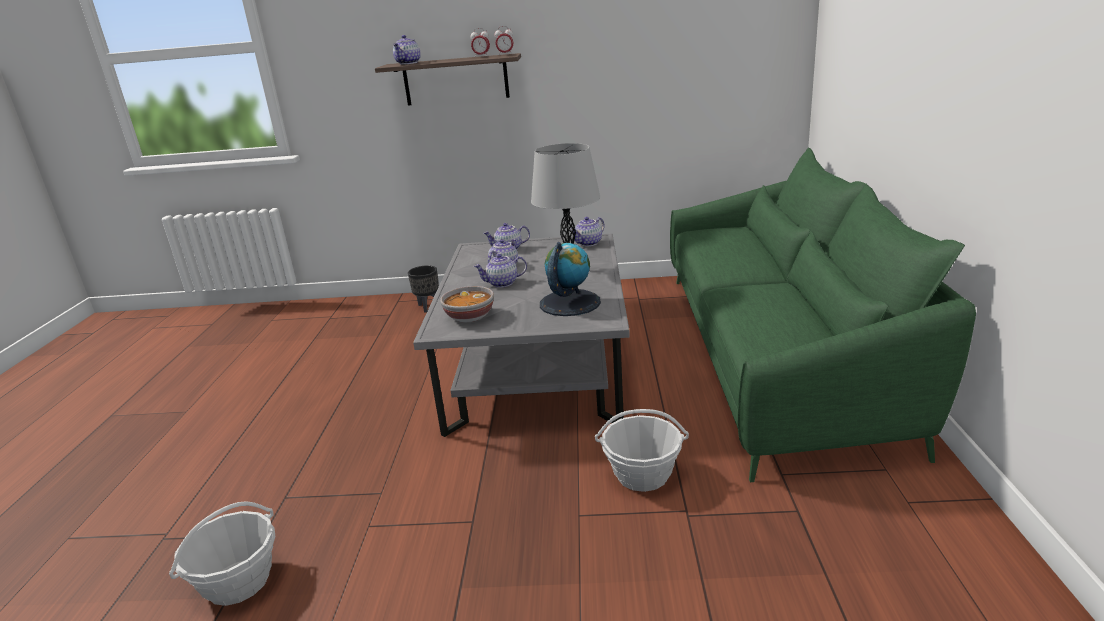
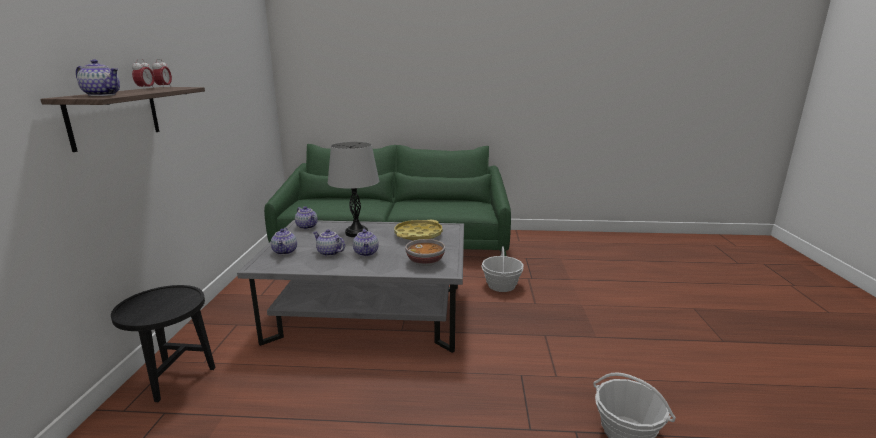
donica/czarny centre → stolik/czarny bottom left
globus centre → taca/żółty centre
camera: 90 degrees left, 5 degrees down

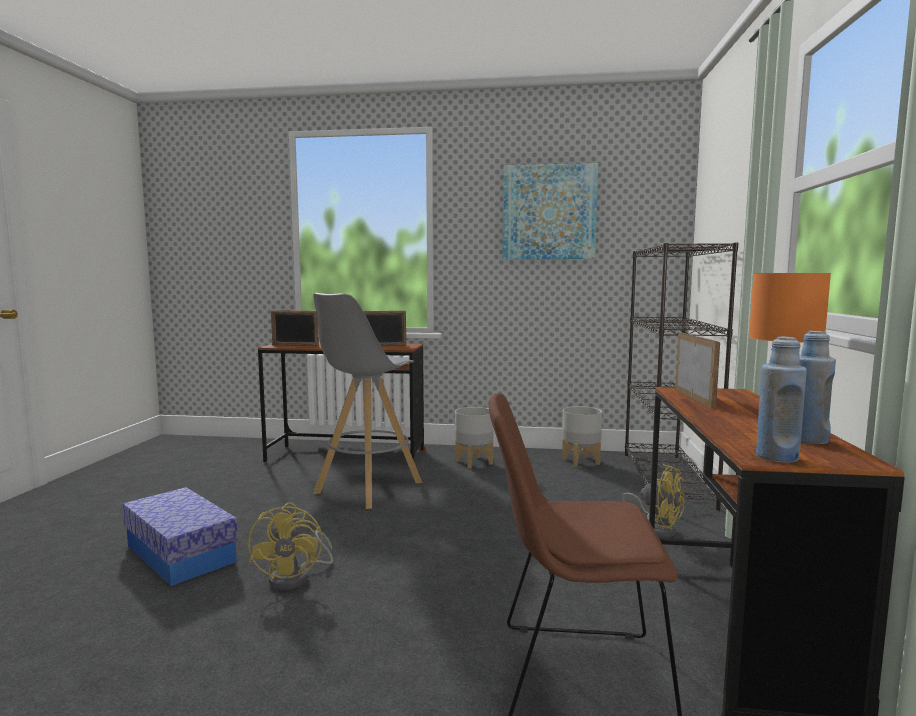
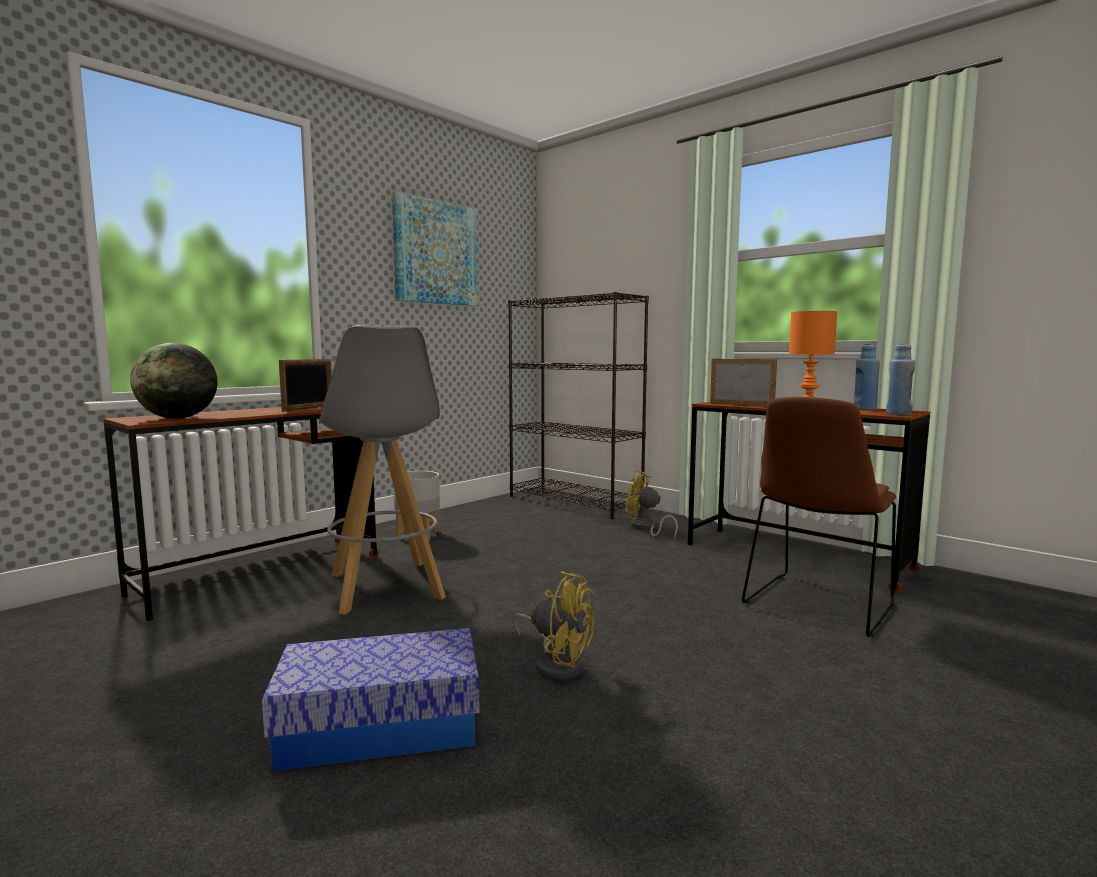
ramka na zdjęcie (1st from left) middle left → globus middle left
wentylator/żółty (2nd from left) bottom right → wentylator/żółty (2nd from left) centre, 135 degrees counterclockwise
donica/szary (2nd from left) centre → -
camera: 55 degrees left, 0 degrees up

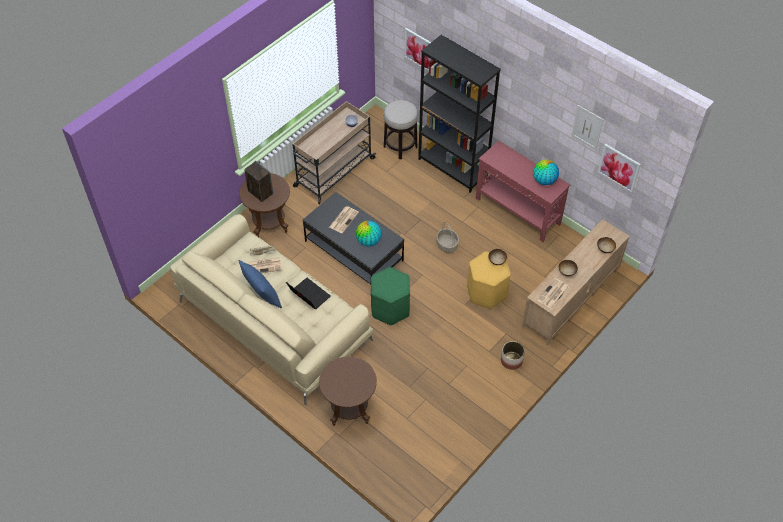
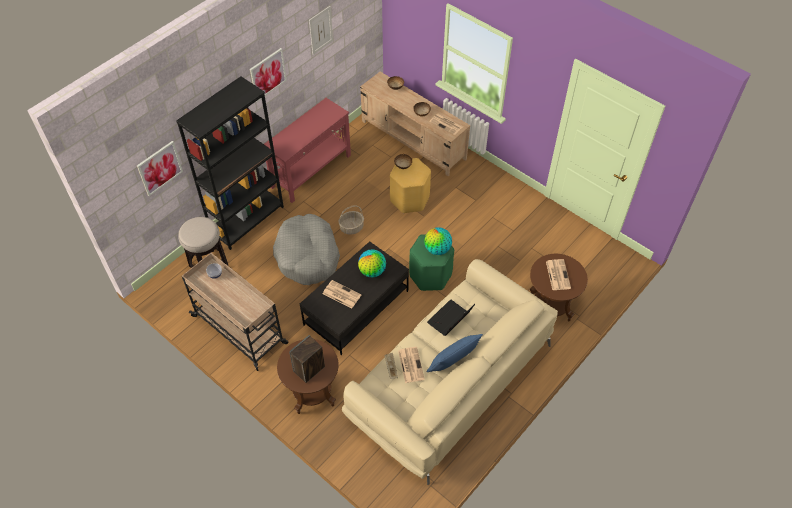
obraz (3rd from left in the first image) top right → obraz (2nd from left) top centre, move
- → legowisko/szary centre
globus (2nd from left) top right → globus (2nd from left) centre, move
- → gazeta (4th from left) middle right
donica bottom centre → -
camera: 90 degrees left, 0 degrees up

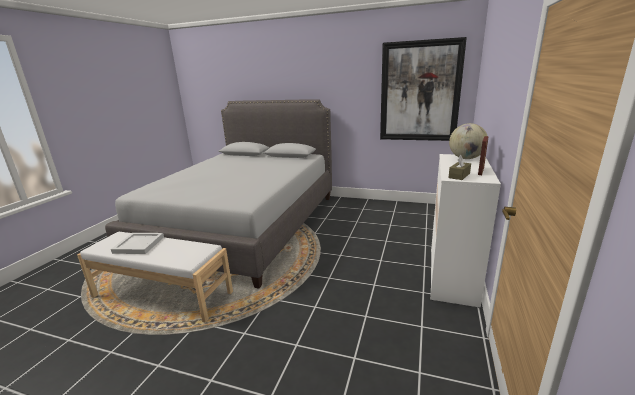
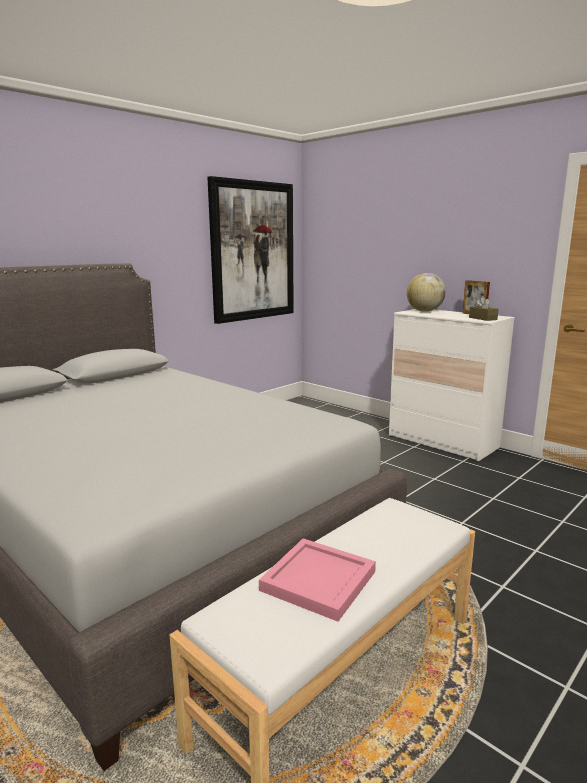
taca/biały middle left → taca/różowy bottom centre
camera: 65 degrees left, 5 degrees down

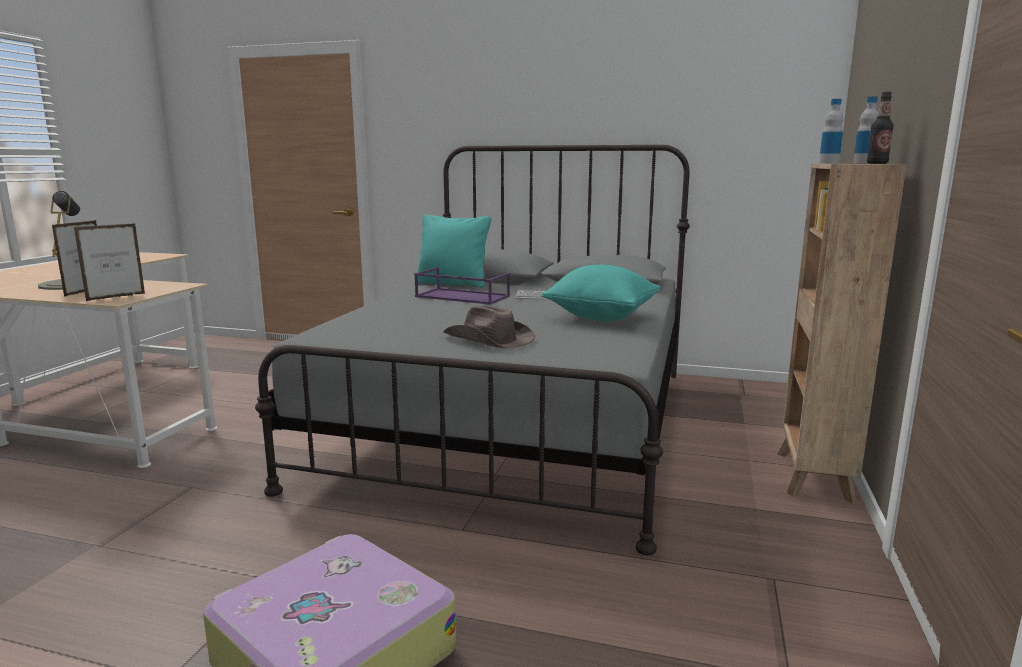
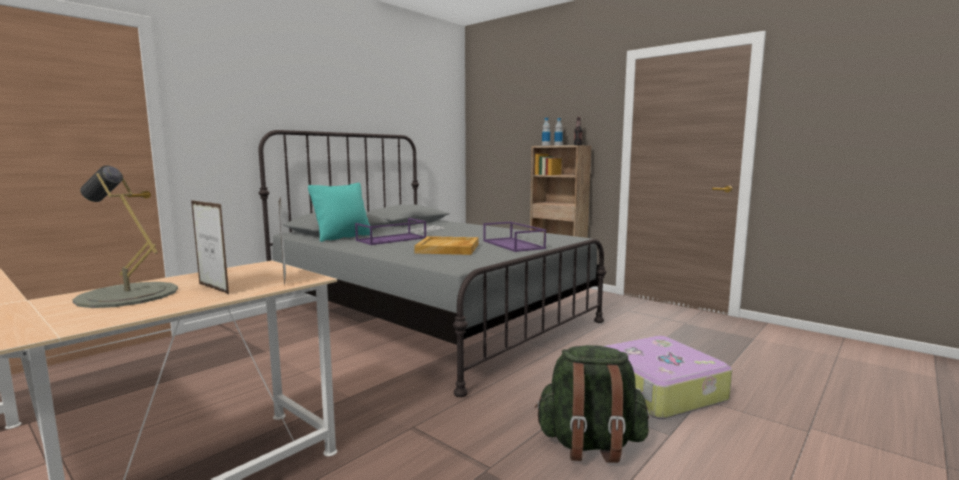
- → taca/beżowy centre
kapelusz/brązowy centre → taca/fioletowy (2nd from left) centre
- → plecak/zielony bottom centre
poduszka/turkusowy (2nd from left) centre → -
camera: 65 degrees left, 5 degrees down

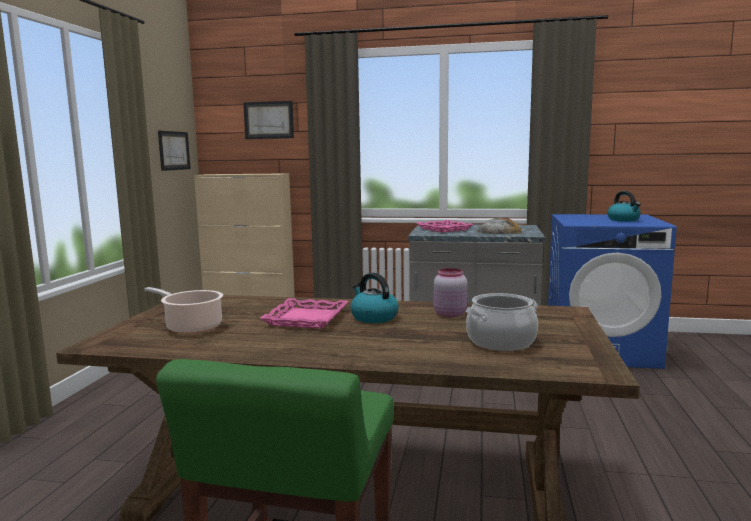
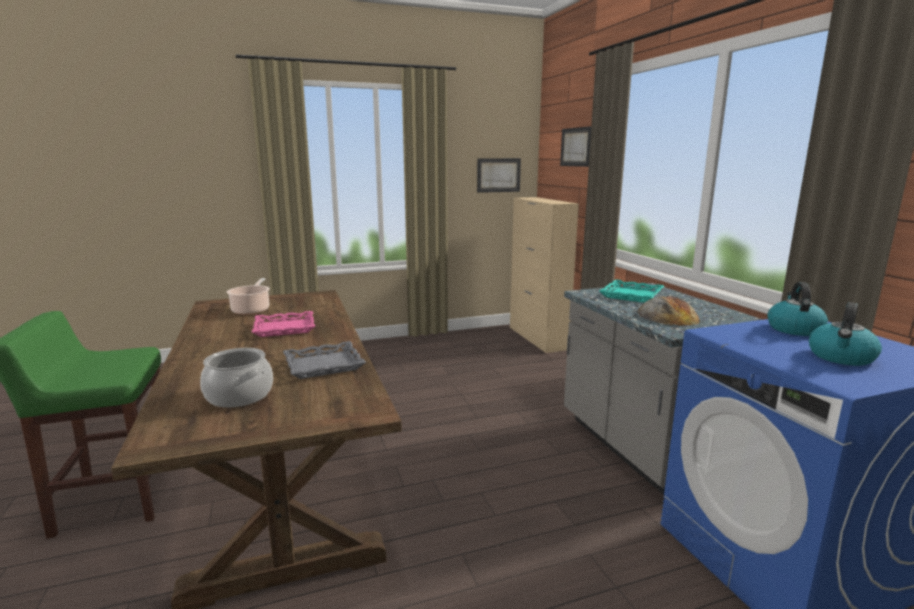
słoik/różowy centre → taca/szary centre
taca/różowy (2nd from left) centre → taca/turkusowy middle right
czajnik (1st from left) centre → czajnik (1st from left) middle right, move
camera: 60 degrees right, 5 degrees up

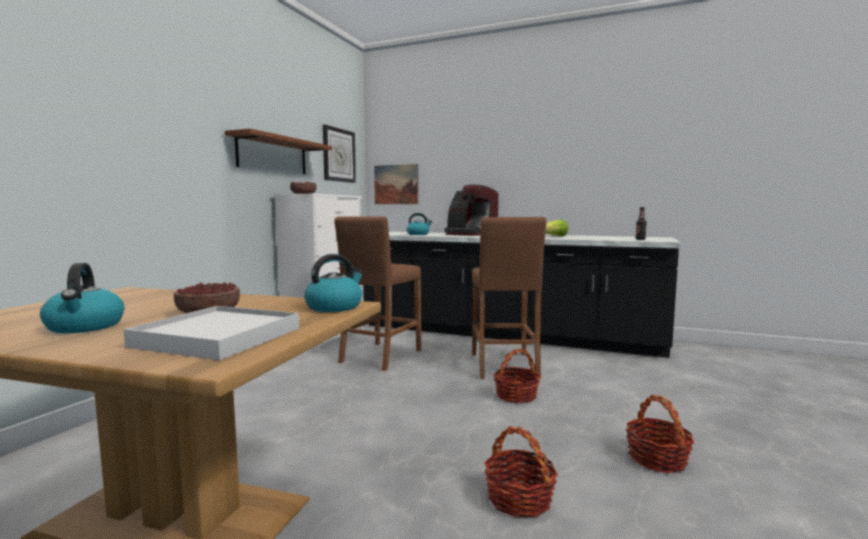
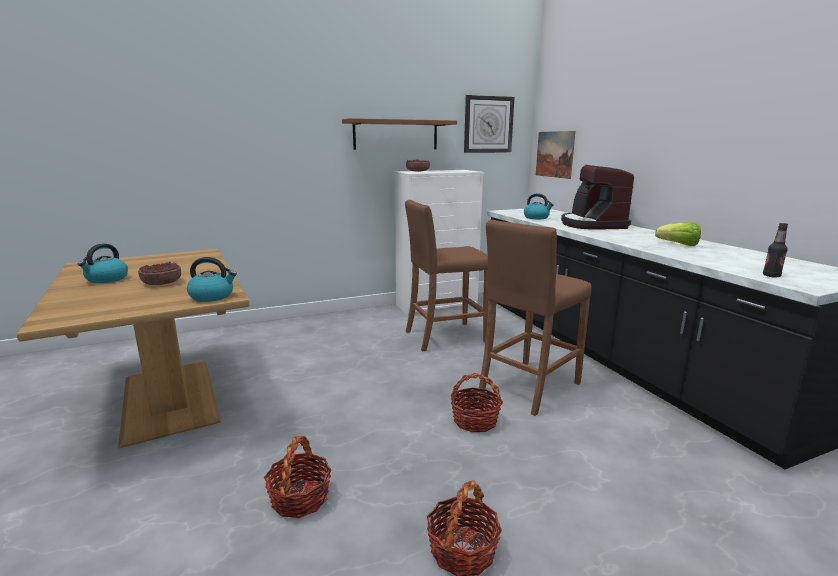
taca/biały middle left → -
camera: 45 degrees right, 10 degrees up

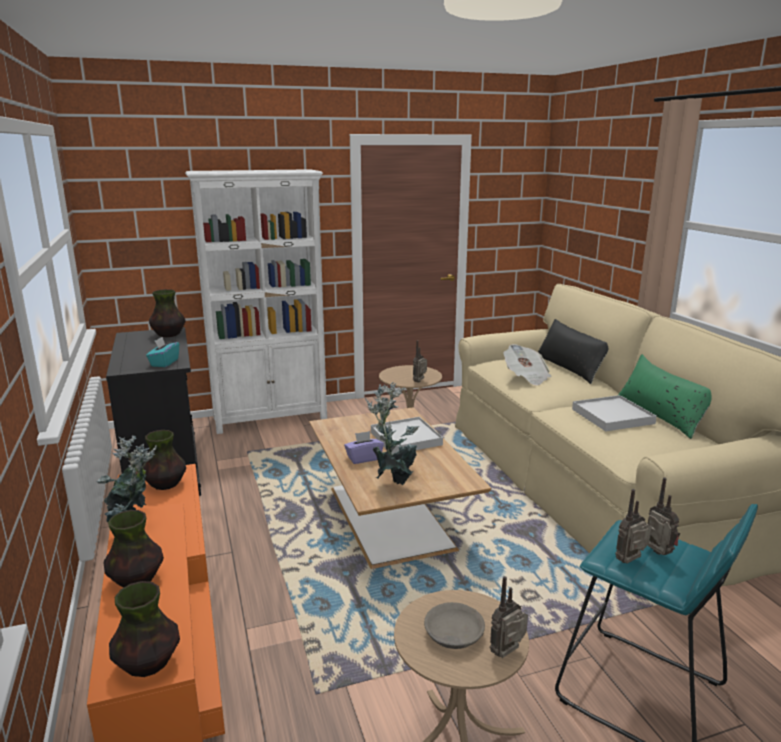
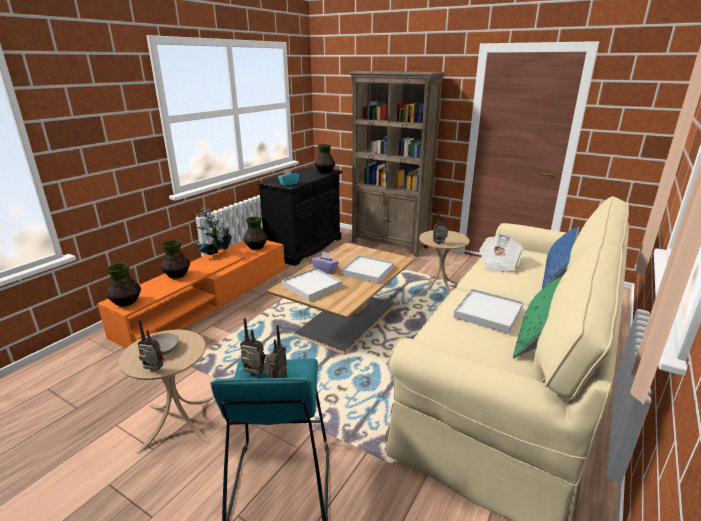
roślina doniczkowa (2nd from left) centre → taca/biały (1st from left) centre
regał/biały middle left → regał/brązowy top centre
poduszka/czarny middle right → poduszka/niebieski middle right
camera: 50 degrees right, 5 degrees up

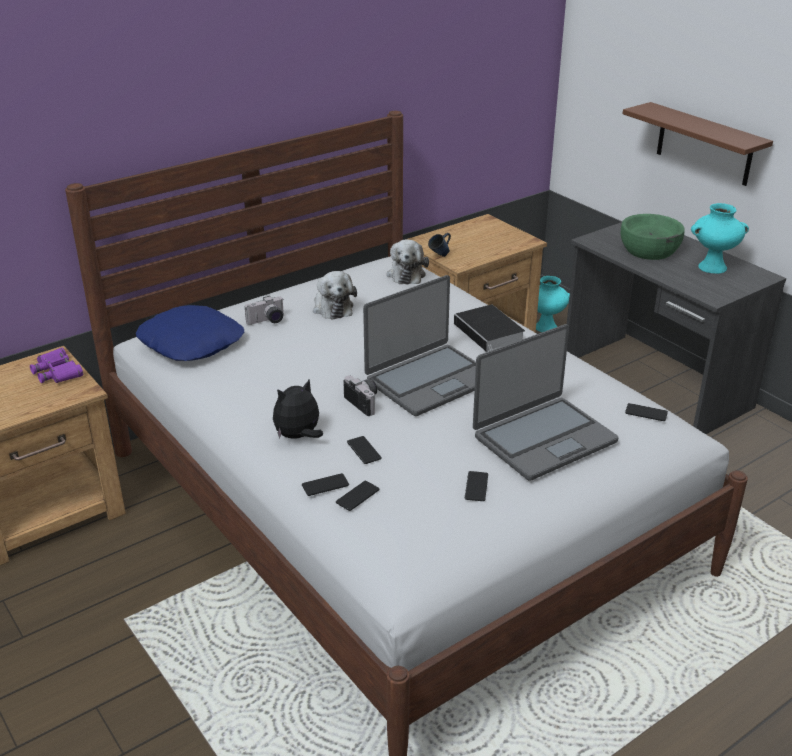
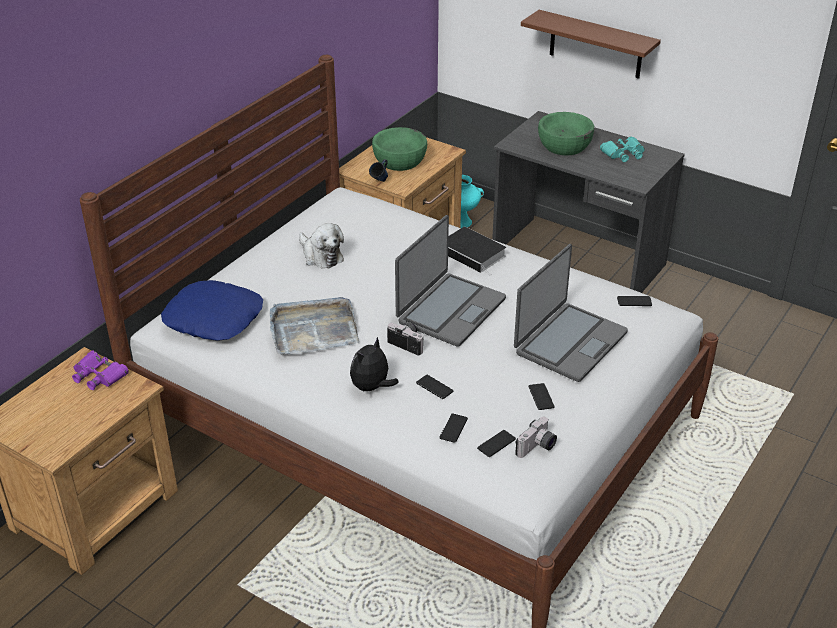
- → taca/szary centre
- → miska/zielony (1st from left) top centre
telefon (1st from left in the first image) centre → telefon (3rd from left) bottom centre, move
aparat fotograficzny (1st from left in the first image) centre → aparat fotograficzny (2nd from left) bottom centre, move
wazon/turkusowy (2nd from left) top right → lornetka/turkusowy top right
pluszak (3rd from left) centre → -
camera: 20 degrees left, 5 degrees up

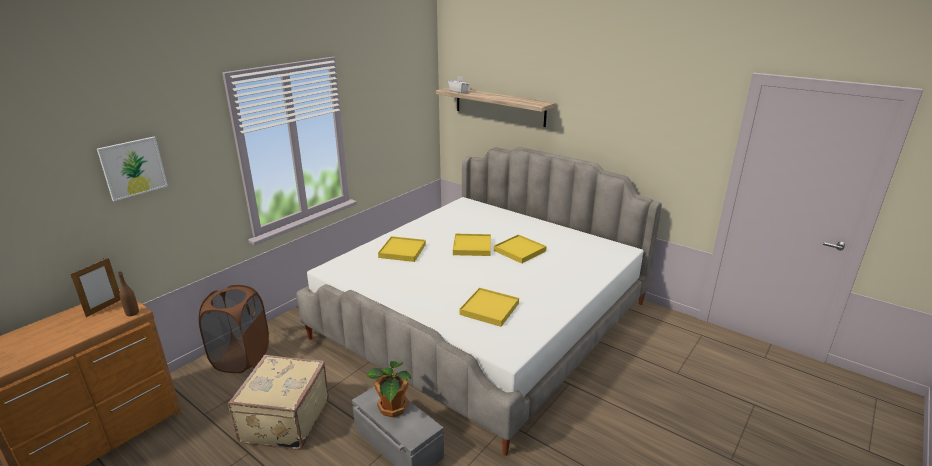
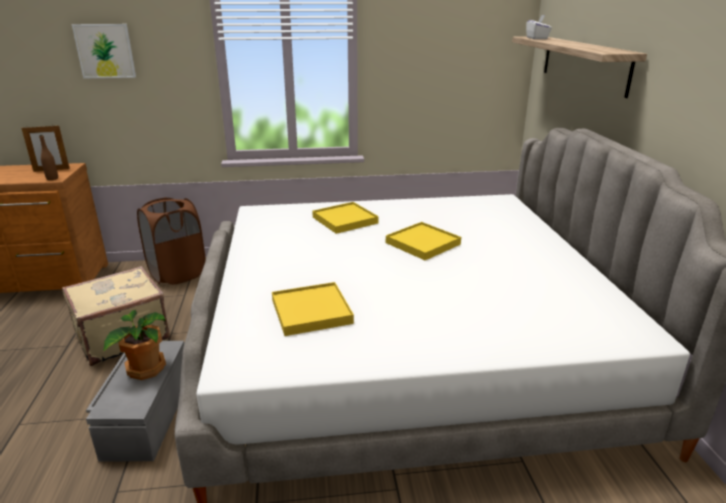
taca/żółty (4th from left) centre → -
camera: 45 degrees right, 0 degrees up

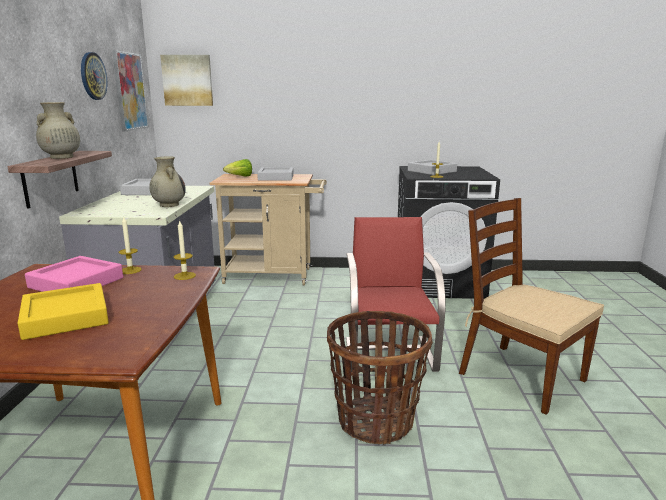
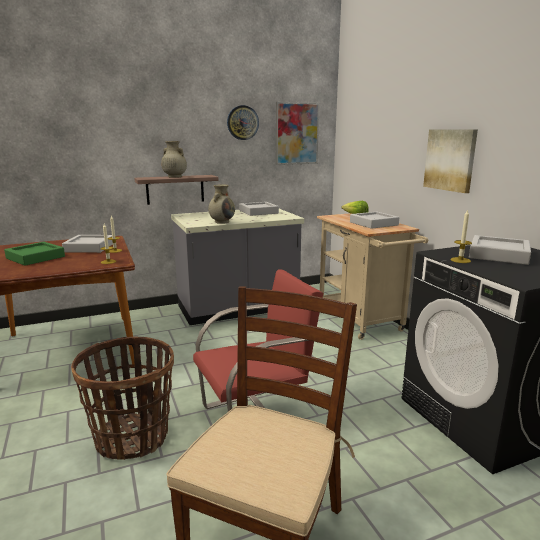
taca/żółty middle left → taca/zielony middle left
taca/różowy middle left → taca/szary (1st from left) middle left
obraz (2nd from left) top left → obraz (2nd from left) top right, move
camera: 65 degrees right, 0 degrees up

